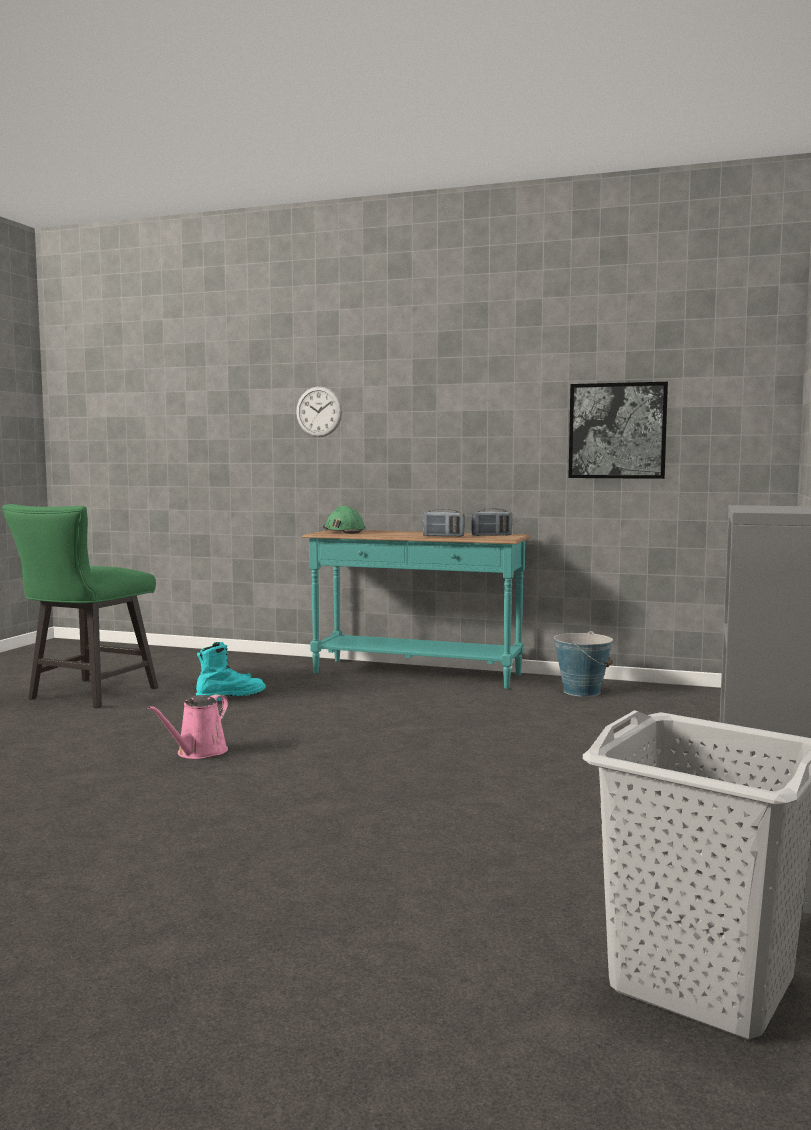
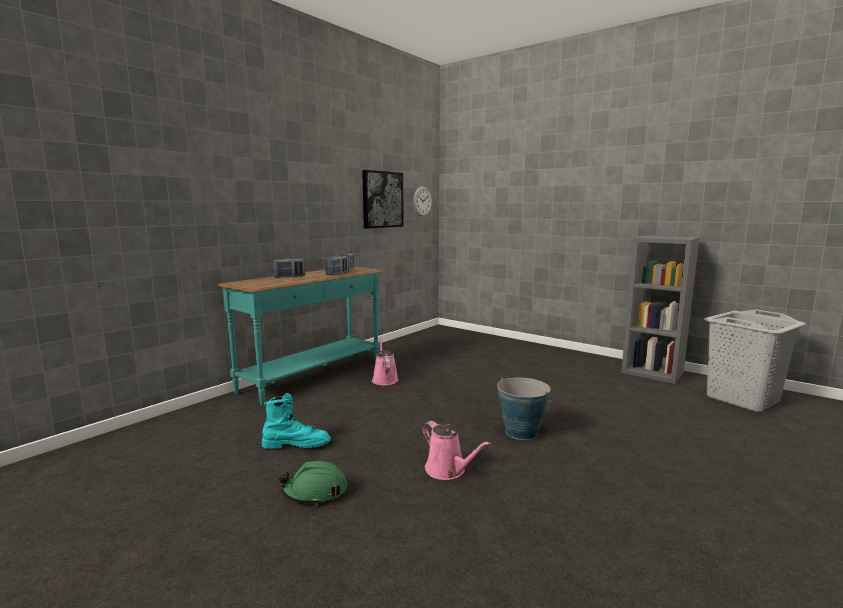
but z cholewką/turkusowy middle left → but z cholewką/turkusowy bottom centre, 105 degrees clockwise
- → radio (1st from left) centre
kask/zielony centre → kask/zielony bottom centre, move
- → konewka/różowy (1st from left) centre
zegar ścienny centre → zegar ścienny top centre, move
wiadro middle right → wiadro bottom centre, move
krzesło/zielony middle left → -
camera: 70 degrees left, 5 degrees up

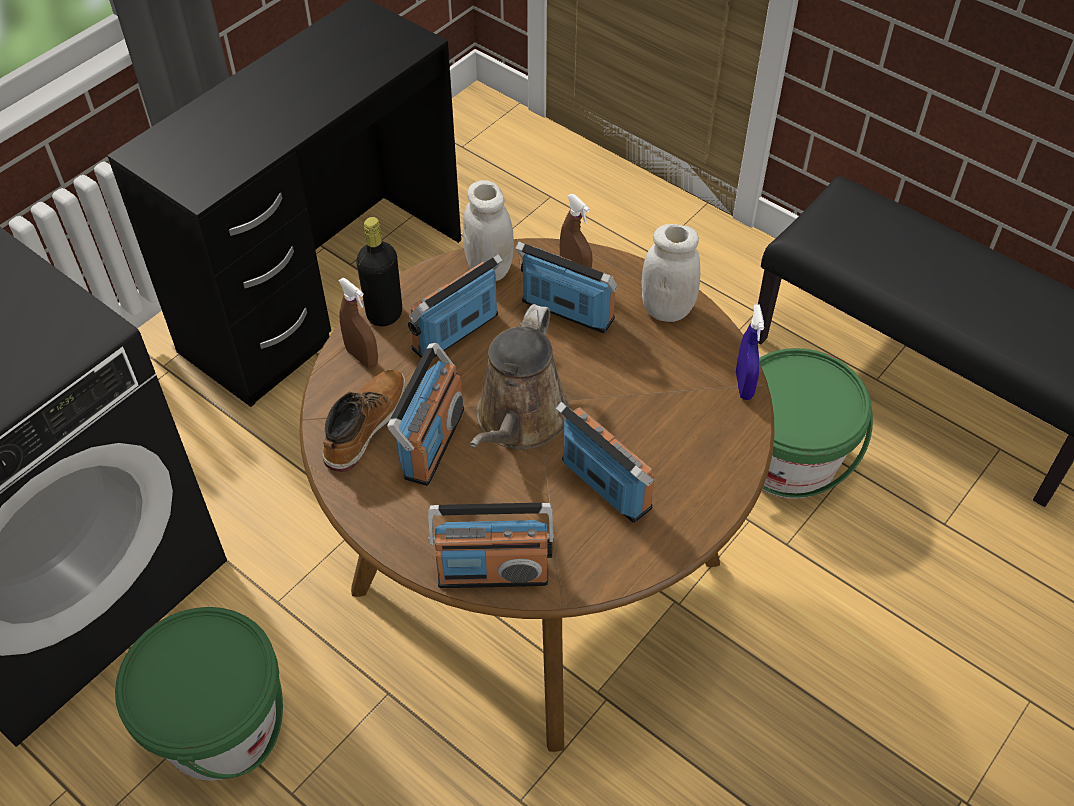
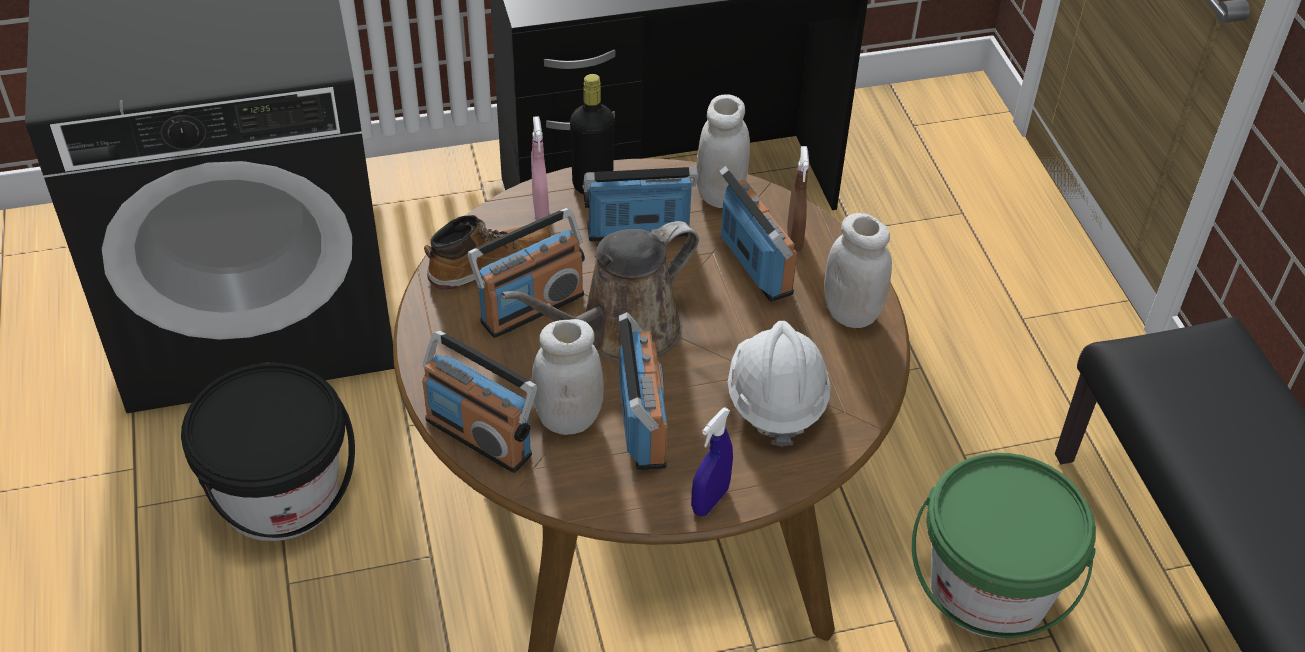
wiadro/zielony (1st from left) bottom left → wiadro/czarny bottom left
spryskiwacz/brązowy (1st from left) centre → spryskiwacz/różowy top centre
- → słoik/biały (1st from left) centre
spryskiwacz/niebieski middle right → spryskiwacz/niebieski bottom centre, move
- → kask/biały centre
camera: 35 degrees right, 5 degrees down

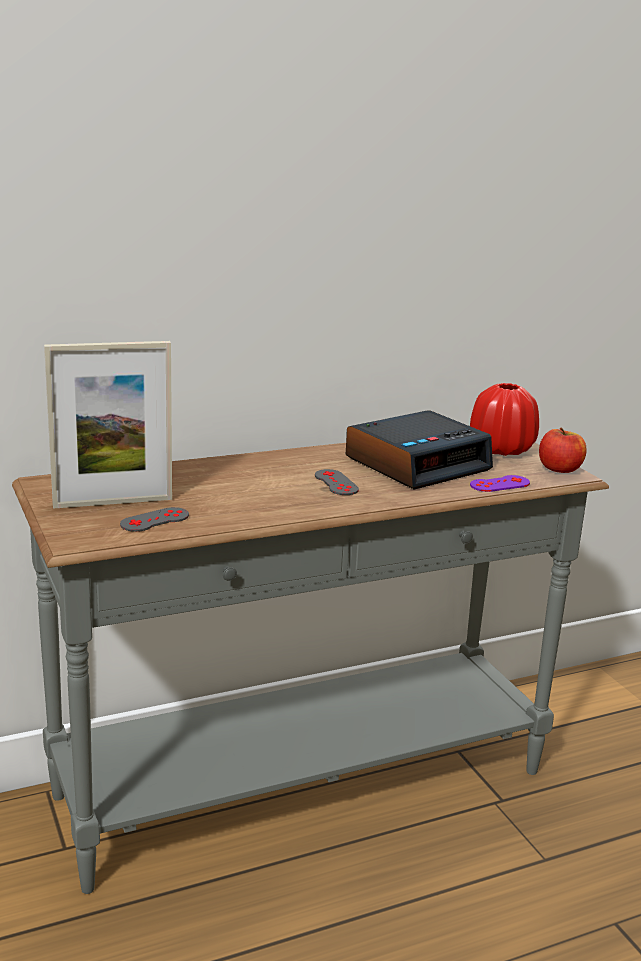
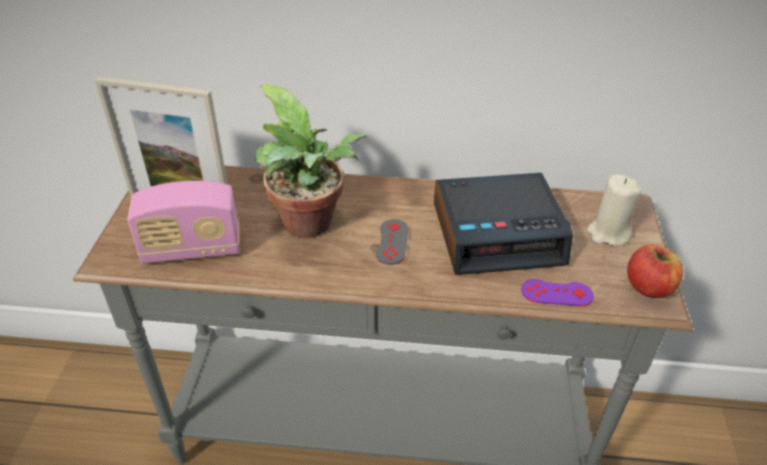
pad do gier/szary (1st from left) middle left → radio middle left
- → roślina doniczkowa centre
wazon/czerwony middle right → świeca/beżowy middle right
camera: 30 degrees right, 20 degrees up

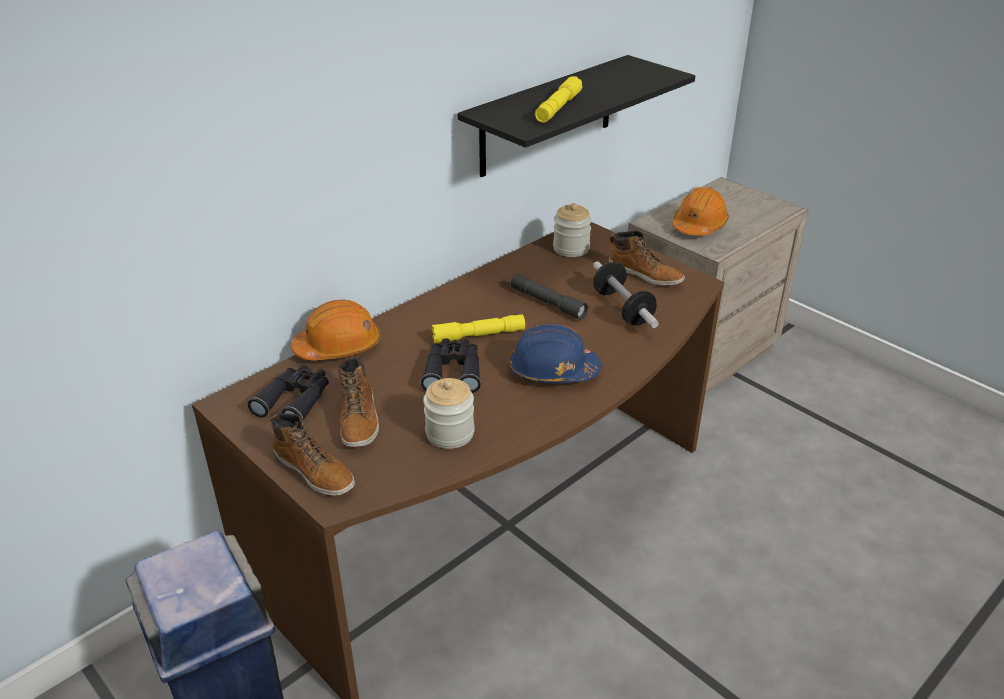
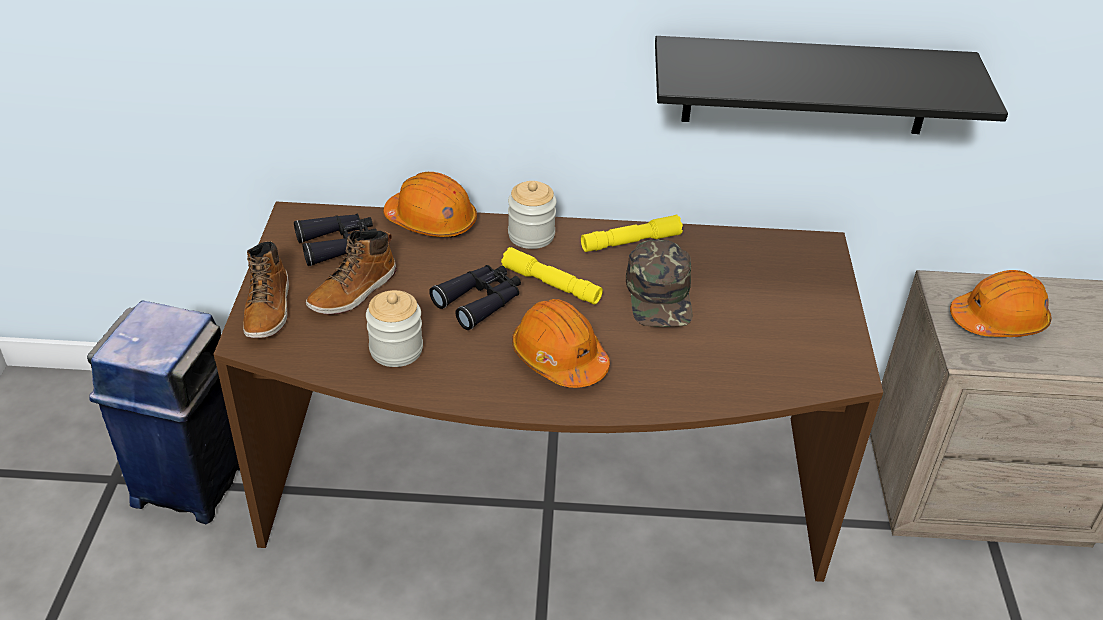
słoik (2nd from left) top centre → słoik (2nd from left) centre, move
kask/niebieski centre → kask/pomarańczowy (2nd from left) centre
latarka/żółty (2nd from left) top centre → latarka/żółty (2nd from left) centre, move
latarka/szary centre → czapka z daszkiem/zielony centre
hantel centre → -
but z cholewką (3rd from left) centre → -
camera: 45 degrees right, 5 degrees up

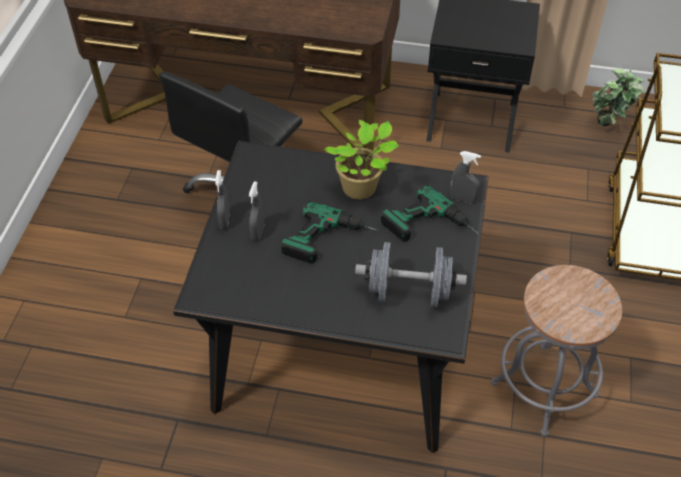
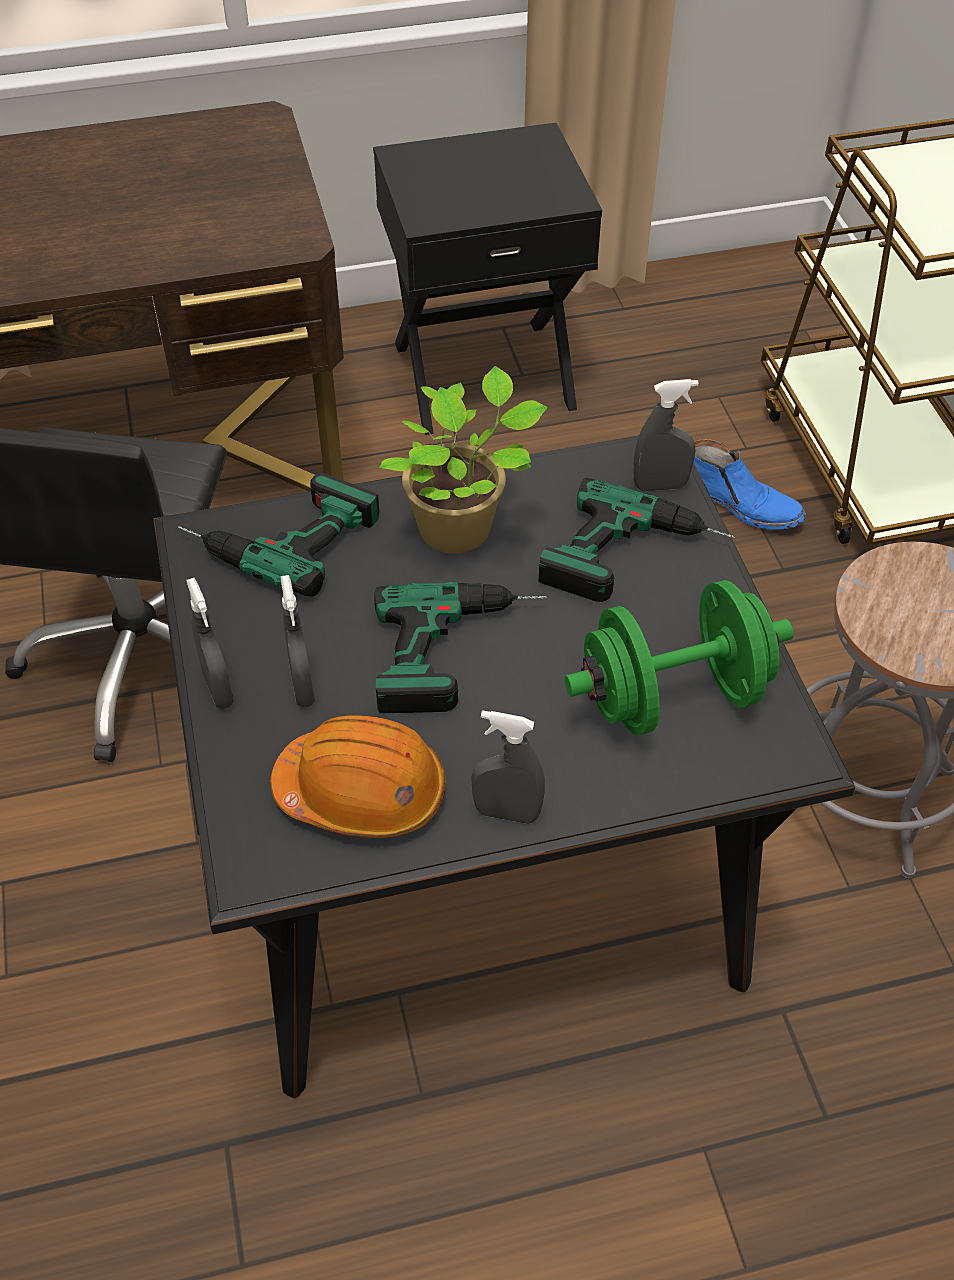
- → wiertarka (1st from left) middle left
- → kask/pomarańczowy centre
- → spryskiwacz/szary (3rd from left) centre
hantel/szary centre → hantel/zielony middle right
- → but z cholewką/niebieski middle right
roślina doniczkowa (2nd from left) top right → -
camera: 25 degrees left, 0 degrees up

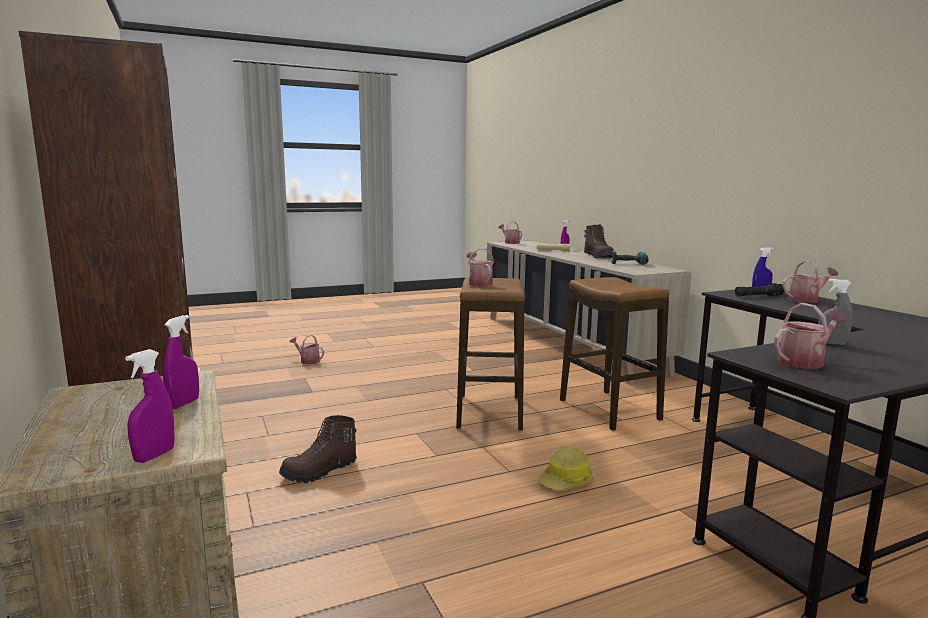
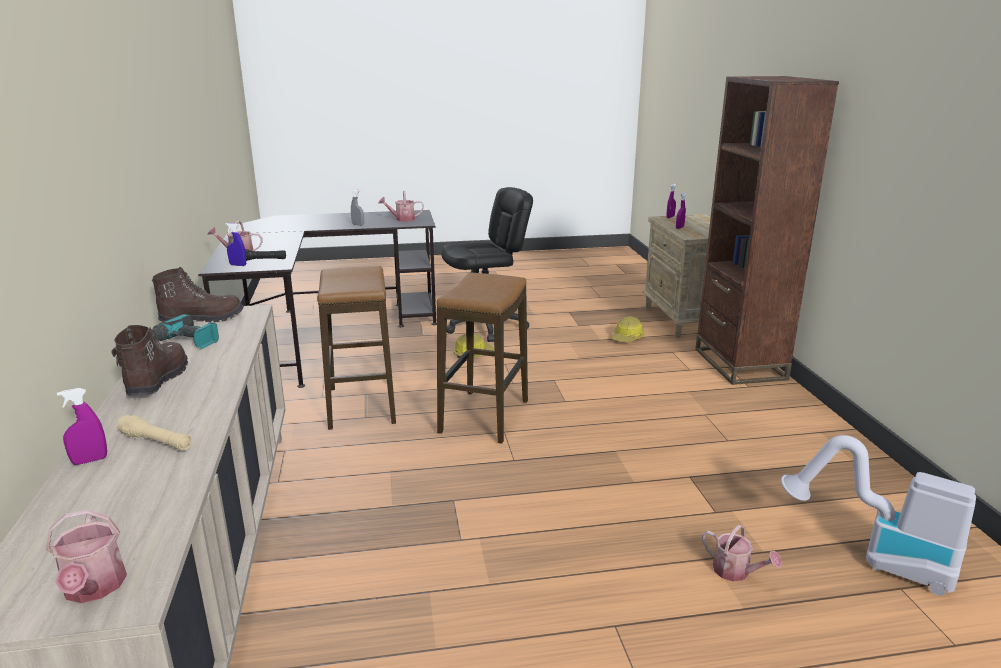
but z cholewką/brązowy (1st from left in the first image) bottom centre → but z cholewką/brązowy (2nd from left) middle left, move
- → krzesło biurowe/czarny centre
- → kask (2nd from left) centre
- → odkurzacz bottom right
konewka (2nd from left) centre → -
camera: 165 degrees left, 10 degrees up

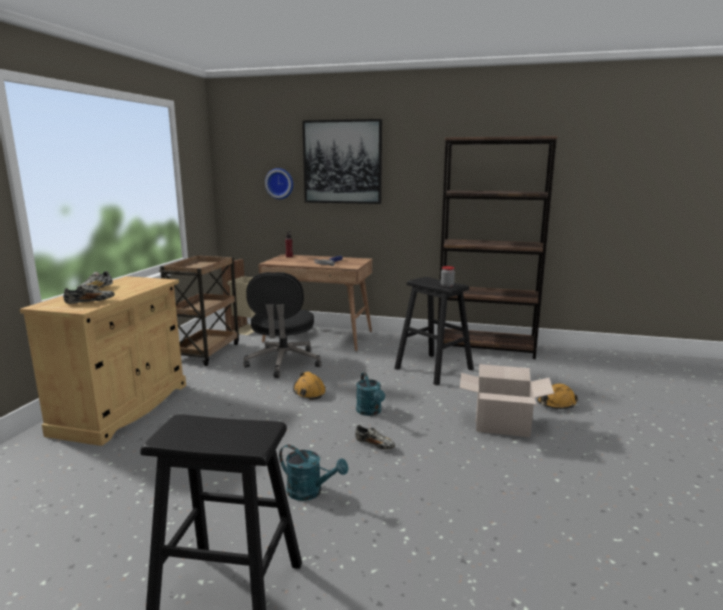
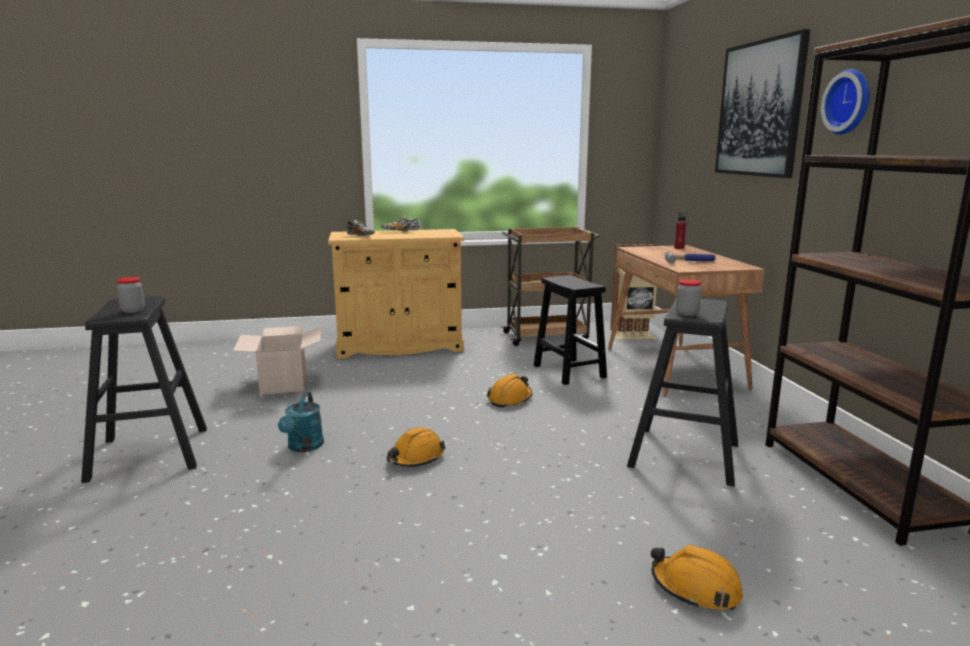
- → słoik (1st from left) middle left
karton middle right → karton middle left, move
but (3rd from left) bottom centre → kask/pomarańczowy (1st from left) bottom centre
krzesło biurowe/czarny centre → stołek/czarny (2nd from left) centre
zegar ścienny top centre → zegar ścienny top right, move
konewka/turkusowy (2nd from left) centre → -
camera: 65 degrees right, 0 degrees up

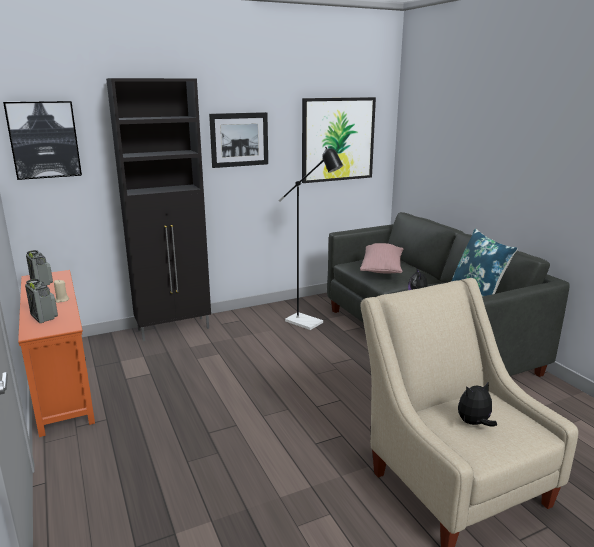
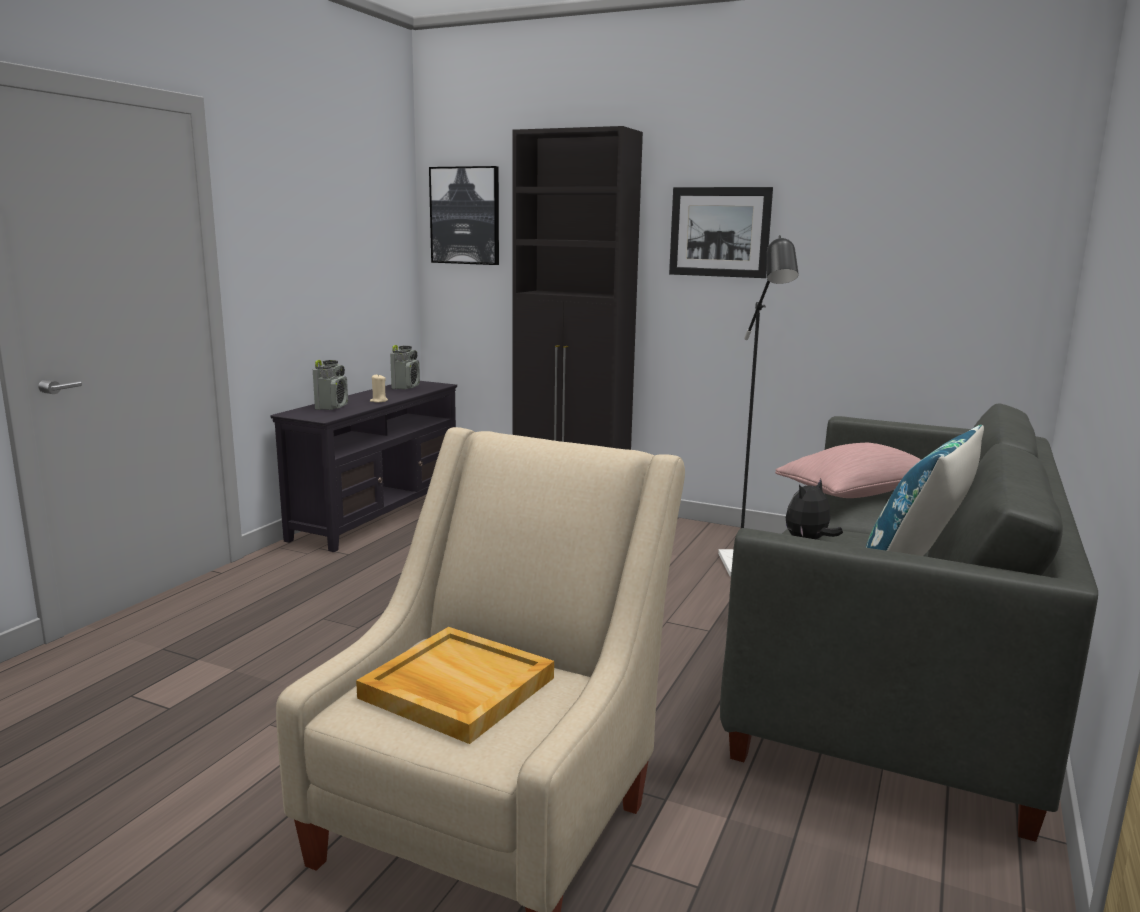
szafka pod telewizor/pomarańczowy middle left → szafka pod telewizor/czarny middle left
pluszak (2nd from left) bottom right → taca/beżowy bottom centre
obraz (3rd from left) top centre → -
camera: 50 degrees right, 5 degrees down

